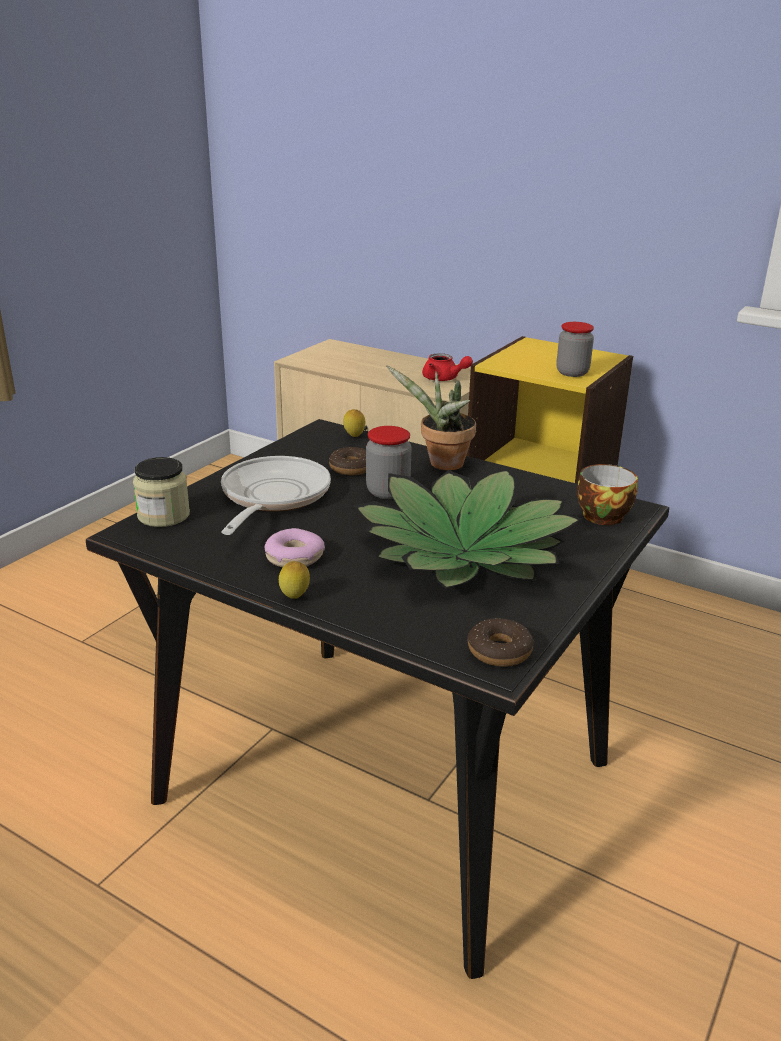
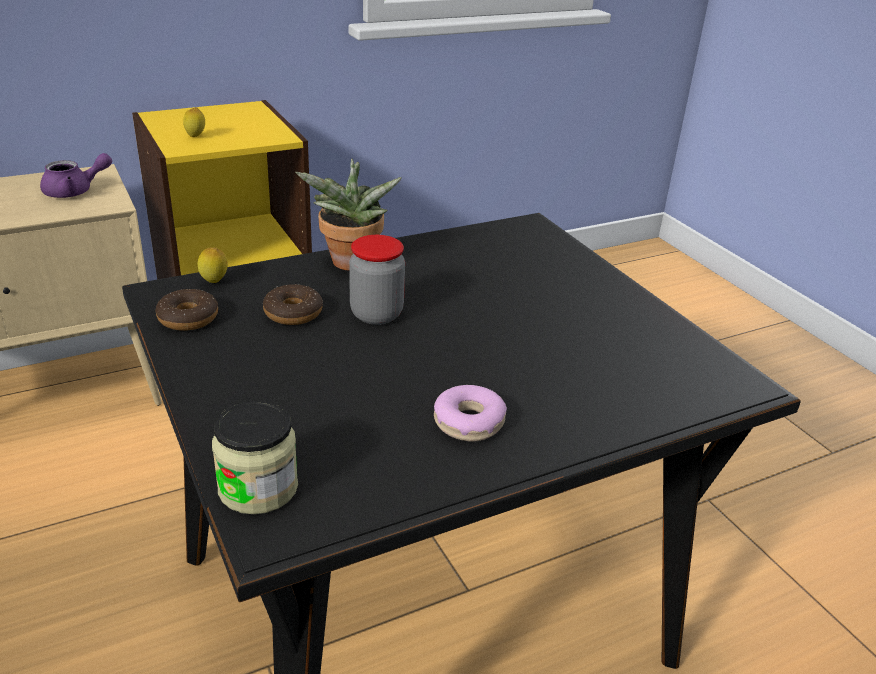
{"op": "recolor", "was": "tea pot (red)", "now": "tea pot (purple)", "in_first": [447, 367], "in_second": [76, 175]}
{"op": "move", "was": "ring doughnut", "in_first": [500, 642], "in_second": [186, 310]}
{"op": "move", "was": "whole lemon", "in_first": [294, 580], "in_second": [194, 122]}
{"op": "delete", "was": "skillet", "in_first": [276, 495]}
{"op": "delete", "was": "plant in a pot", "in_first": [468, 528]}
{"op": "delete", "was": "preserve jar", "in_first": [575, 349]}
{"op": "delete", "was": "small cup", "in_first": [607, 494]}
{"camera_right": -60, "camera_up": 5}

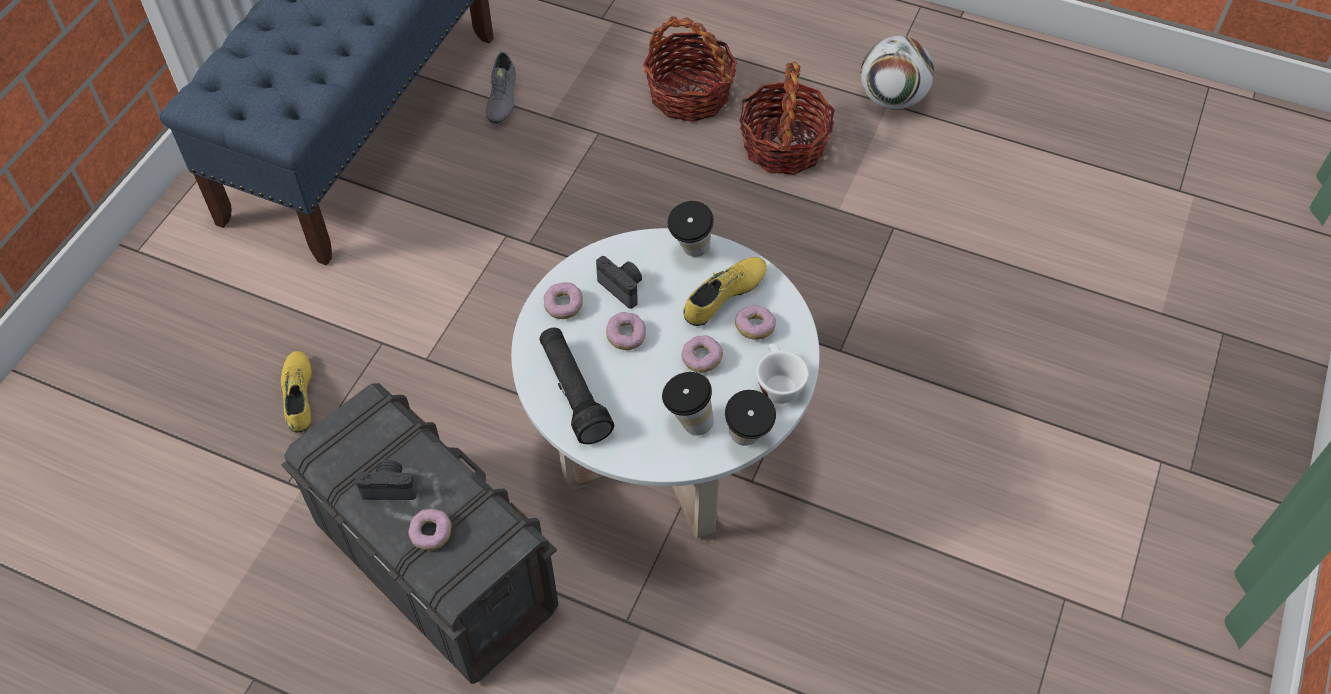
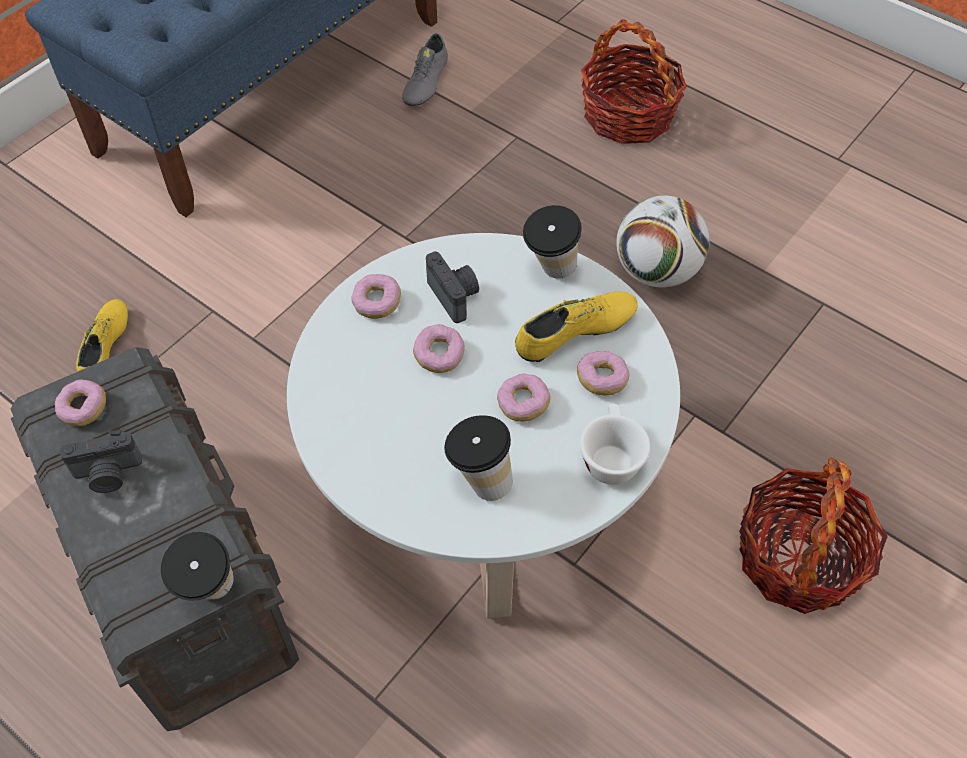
{"op": "move", "was": "ring doughnut", "in_first": [430, 529], "in_second": [80, 402]}
{"op": "rotate", "was": "photo camera", "in_first": [386, 480], "in_second": [101, 461], "clockwise": 150}
{"op": "move", "was": "small cup", "in_first": [750, 418], "in_second": [197, 566]}
{"op": "move", "was": "football ball", "in_first": [897, 73], "in_second": [662, 241]}
{"op": "move", "was": "household basket", "in_first": [787, 118], "in_second": [813, 535]}
{"op": "delete", "was": "flashlight (black)", "in_first": [576, 386]}
{"camera_right": 15, "camera_up": 0}

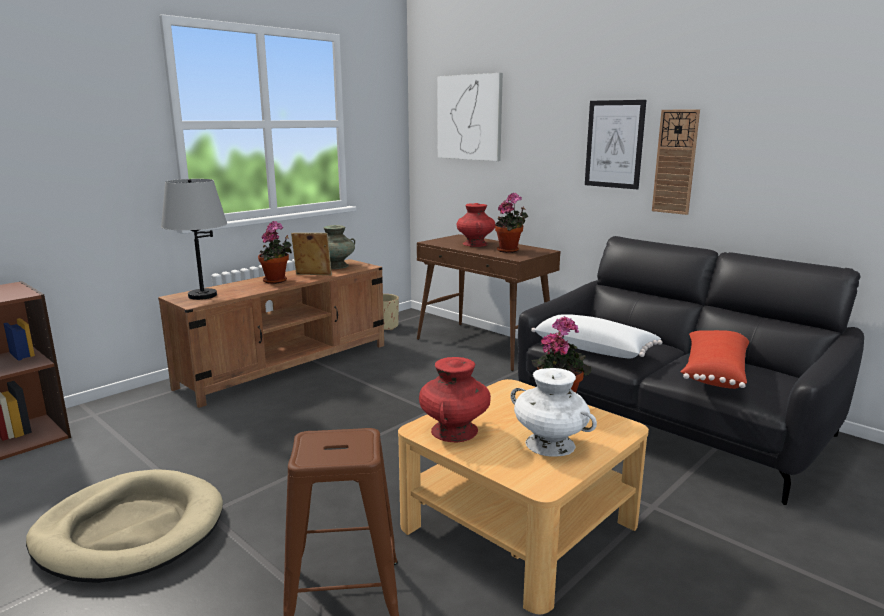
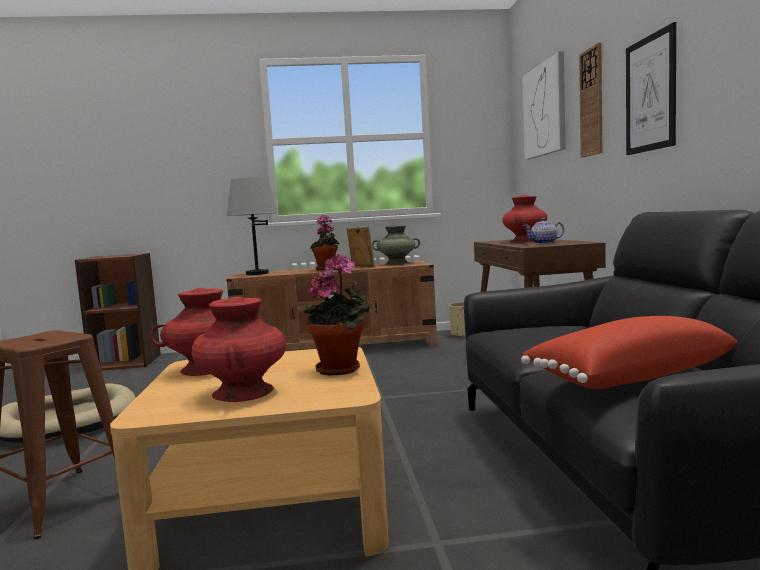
{"op": "recolor", "was": "flower vase (white)", "now": "flower vase (red)", "in_first": [554, 412], "in_second": [239, 349]}
{"op": "replace", "was": "plant in a pot", "now": "tea pot", "in_first": [511, 223], "in_second": [543, 231]}
{"op": "move", "was": "wall clock", "in_first": [676, 162], "in_second": [590, 100]}
{"op": "delete", "was": "throw pillow (white)", "in_first": [597, 336]}
{"camera_right": 40, "camera_up": -10}

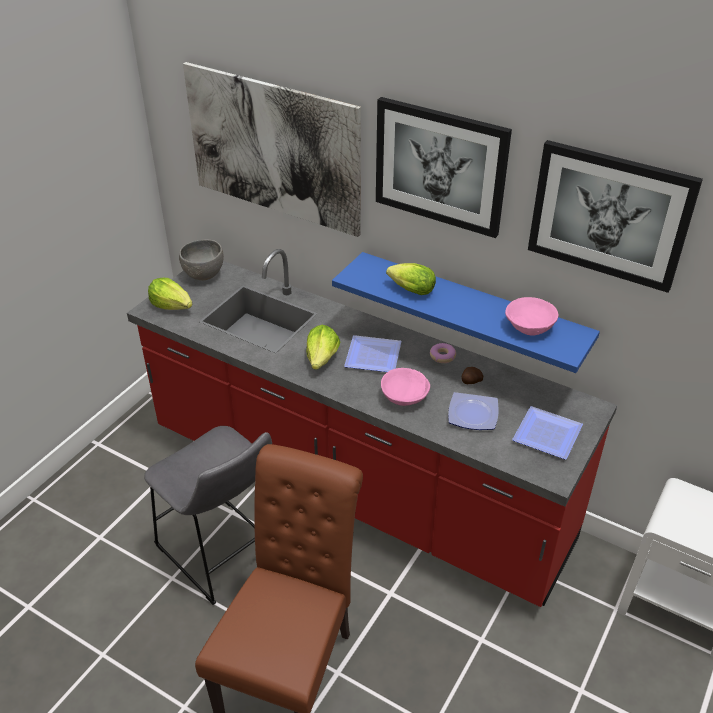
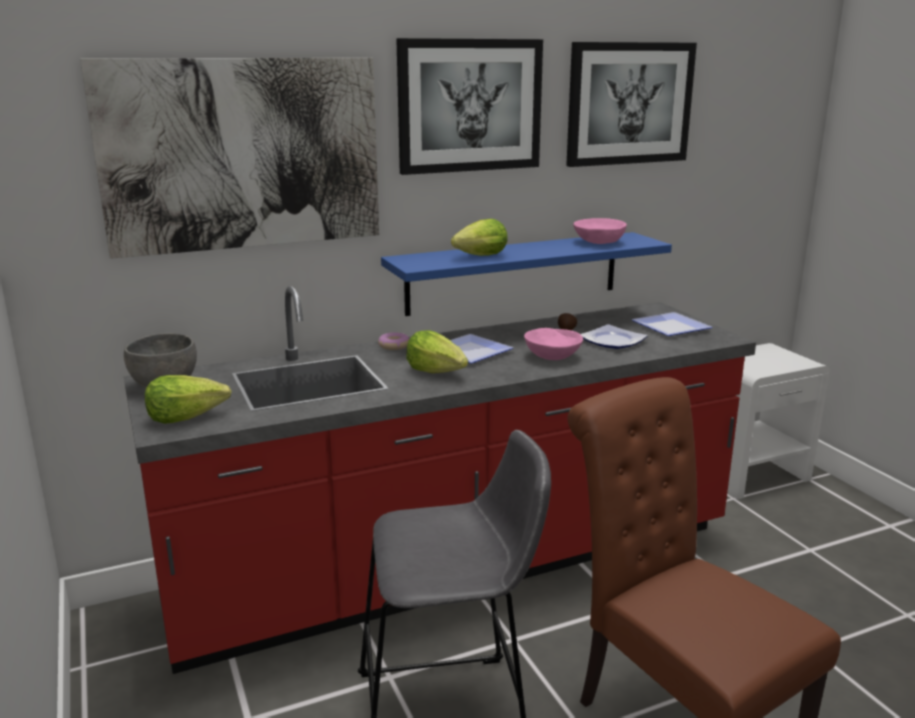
{"op": "move", "was": "ring doughnut", "in_first": [443, 353], "in_second": [393, 341]}
{"camera_right": -55, "camera_up": -20}

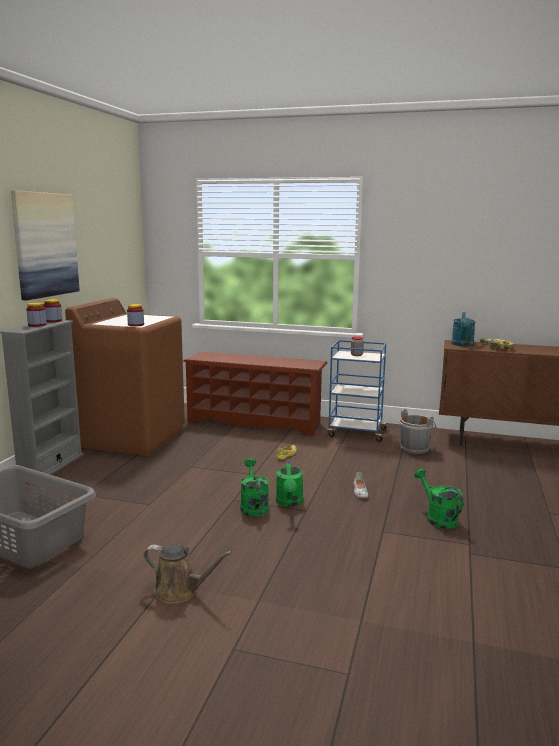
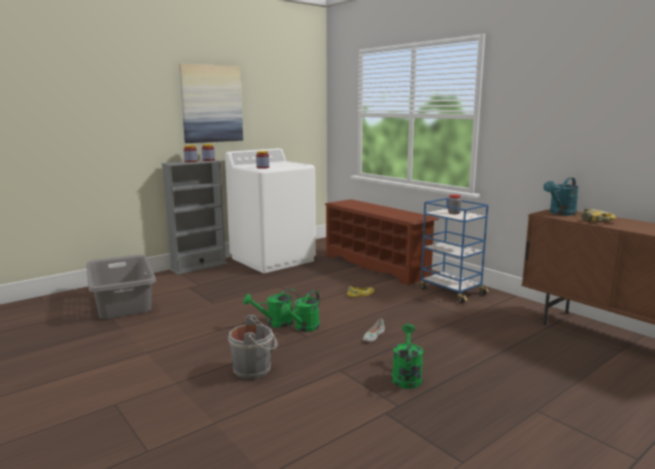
{"op": "recolor", "was": "laundry appliance (brownish)", "now": "laundry appliance (white)", "in_first": [125, 377], "in_second": [270, 210]}
{"op": "move", "was": "pail (gray)", "in_first": [417, 431], "in_second": [253, 347]}
{"op": "rotate", "was": "watering can (green-coloured)", "in_first": [254, 487], "in_second": [271, 308], "clockwise": -135}
{"op": "delete", "was": "watering can (brownish)", "in_first": [187, 574]}
{"camera_right": 35, "camera_up": 0}

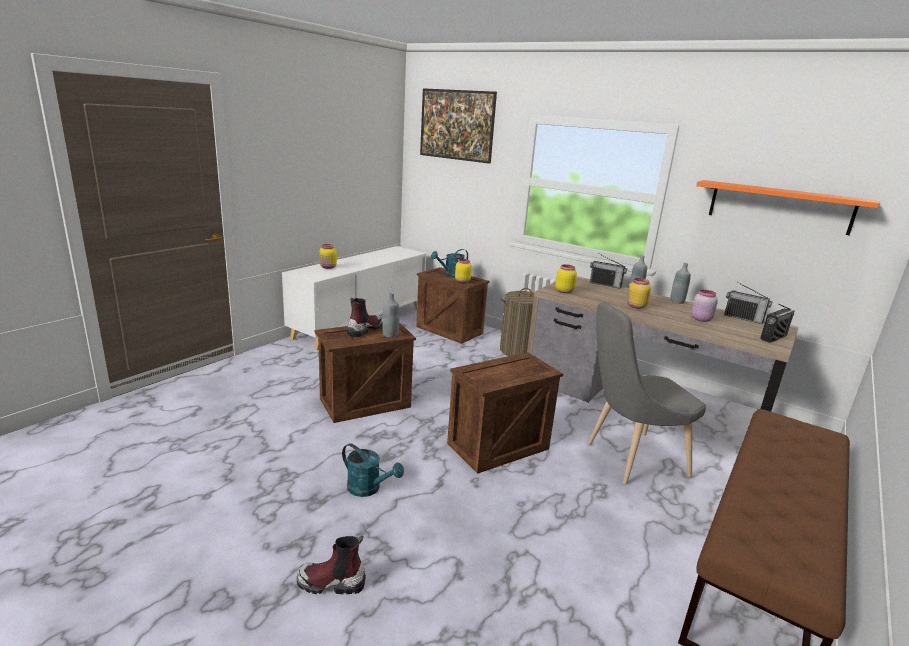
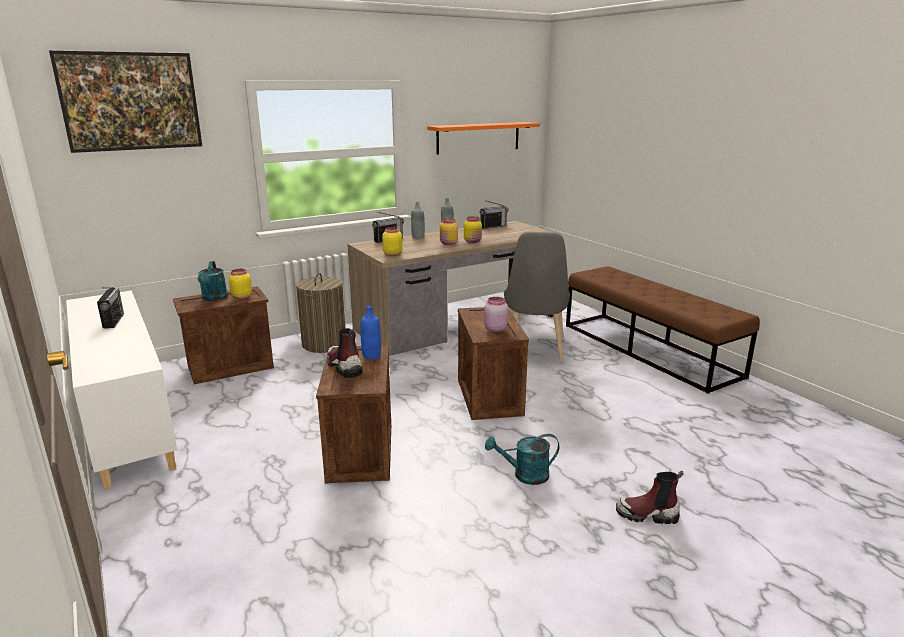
{"op": "move", "was": "radio set", "in_first": [777, 323], "in_second": [110, 308]}
{"op": "recolor", "was": "drink bottle (gray)", "now": "drink bottle (blue-coloured)", "in_first": [391, 315], "in_second": [370, 332]}
{"op": "move", "was": "preserve jar (yellow-coloured)", "in_first": [328, 256], "in_second": [473, 229]}
{"op": "move", "was": "preserve jar (pinkish)", "in_first": [704, 306], "in_second": [496, 314]}
{"op": "rotate", "was": "watering can (turquoise)", "in_first": [373, 470], "in_second": [522, 459], "clockwise": -150}
{"op": "rotate", "was": "high-top boot", "in_first": [331, 565], "in_second": [649, 497], "clockwise": 75}
{"camera_right": -65, "camera_up": 0}

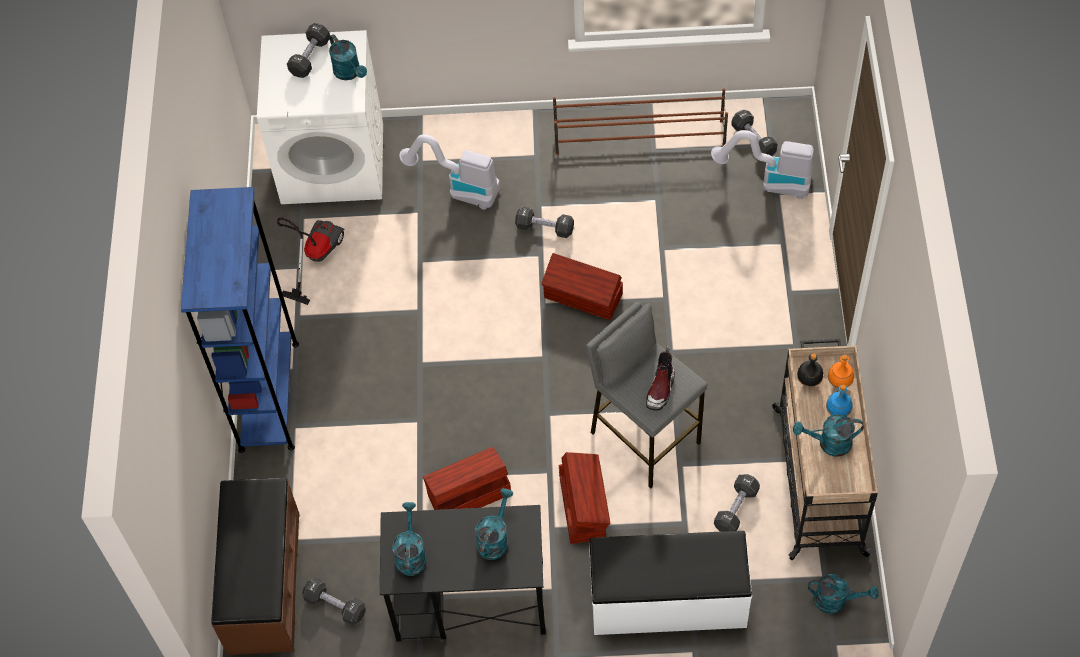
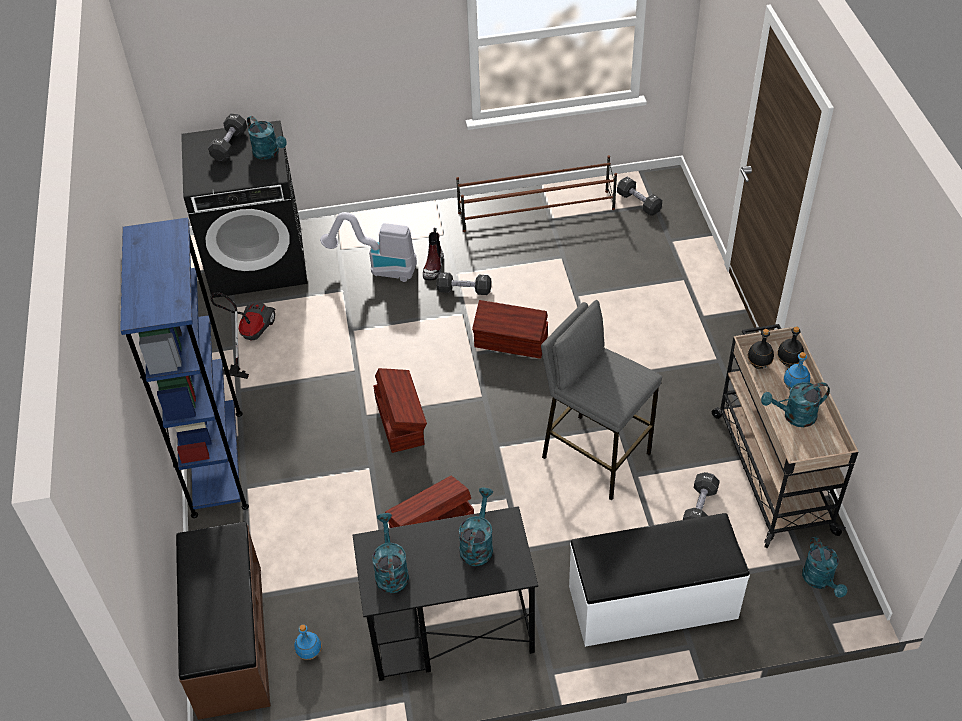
{"op": "recolor", "was": "laundry appliance (white)", "now": "laundry appliance (black)", "in_first": [320, 117], "in_second": [244, 209]}
{"op": "replace", "was": "hand weight (black)", "now": "drink bottle (blue-coloured)", "in_first": [334, 601], "in_second": [308, 642]}
{"op": "move", "was": "storage box (brownish)", "in_first": [584, 498], "in_second": [400, 410]}
{"op": "move", "was": "high-top boot", "in_first": [660, 378], "in_second": [433, 254]}
{"op": "recolor", "was": "drink bottle (orangey)", "now": "drink bottle (black)", "in_first": [841, 371], "in_second": [790, 346]}
{"op": "rotate", "was": "watering can (turquoise)", "in_first": [843, 594], "in_second": [824, 566], "clockwise": 75}
{"op": "delete", "was": "vacuum", "in_first": [762, 164]}
{"camera_right": -10, "camera_up": -10}

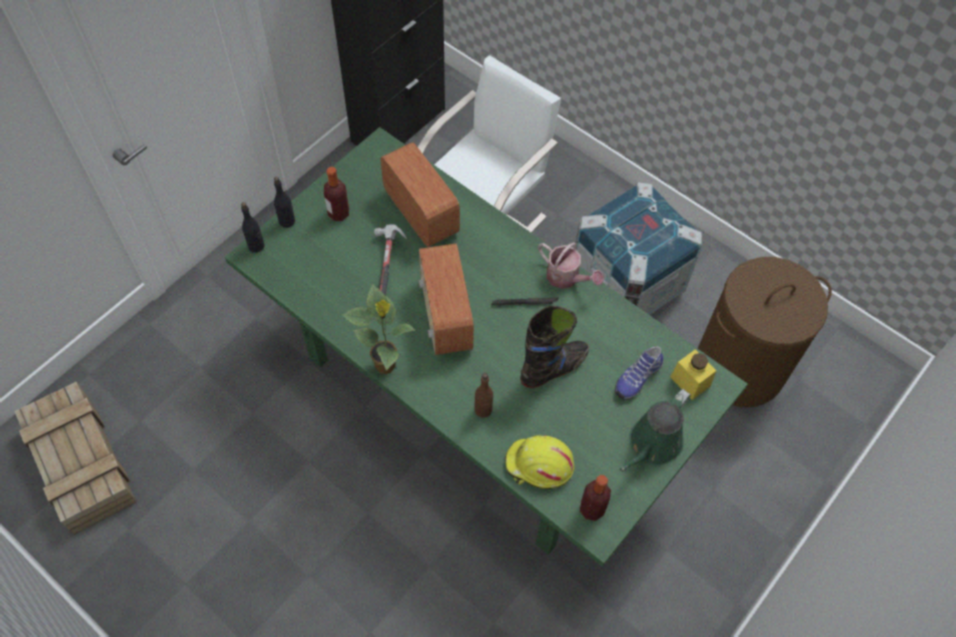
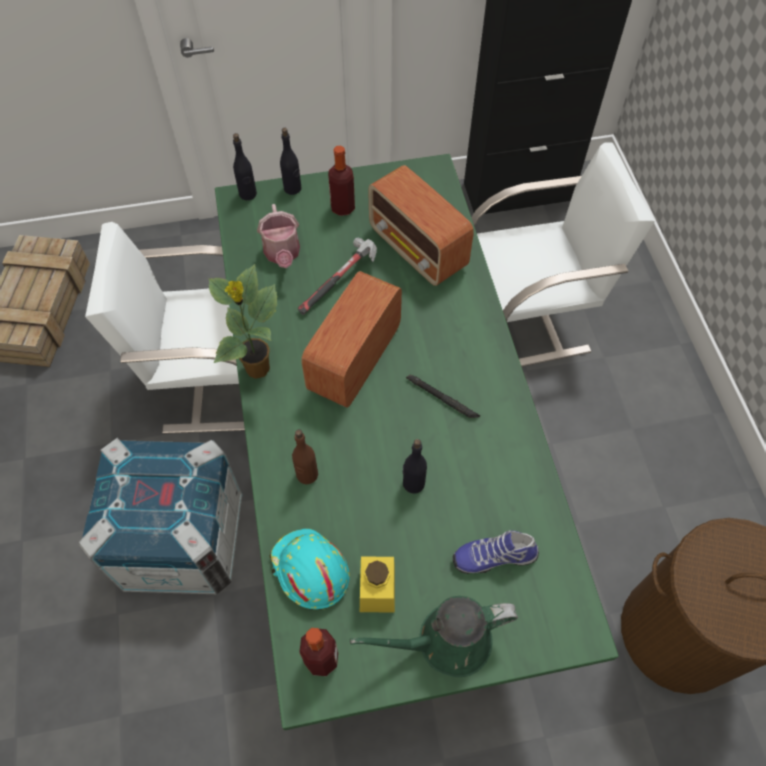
{"op": "move", "was": "packing crate", "in_first": [638, 248], "in_second": [161, 516]}
{"op": "insert", "now": "chair (white)", "in_second": [165, 328]}
{"op": "move", "was": "watering can", "in_first": [571, 265], "in_second": [278, 236]}
{"op": "recolor", "was": "hard hat (yellow-coloured)", "now": "hard hat (turquoise)", "in_first": [539, 462], "in_second": [310, 569]}
{"op": "move", "was": "preserve jar (yellow-coloured)", "in_first": [693, 374], "in_second": [377, 584]}
{"op": "rotate", "was": "radio set", "in_first": [420, 194], "in_second": [421, 225], "clockwise": 135}
{"op": "replace", "was": "high-top boot (black)", "now": "drink bottle (black)", "in_first": [554, 347], "in_second": [415, 466]}
{"camera_right": 40, "camera_up": 0}

